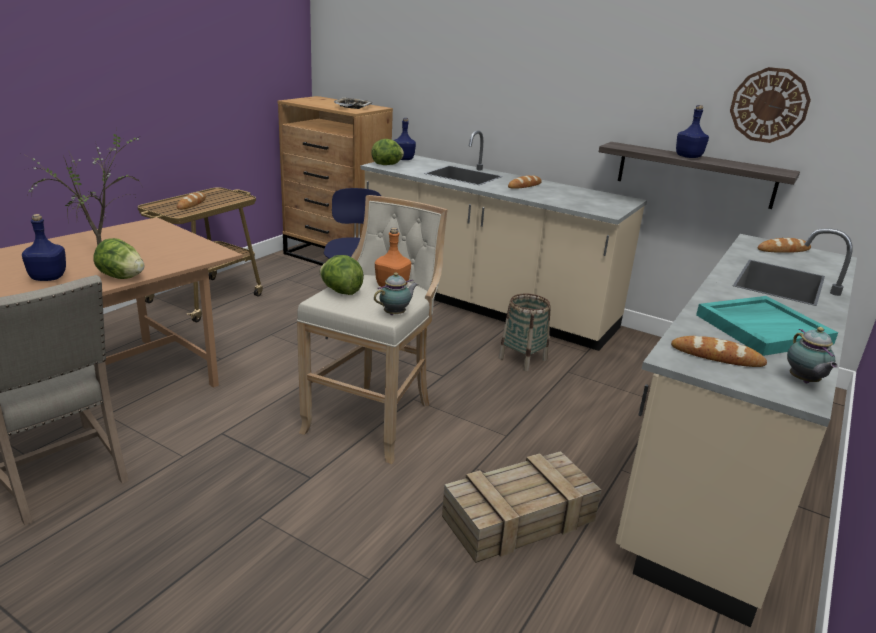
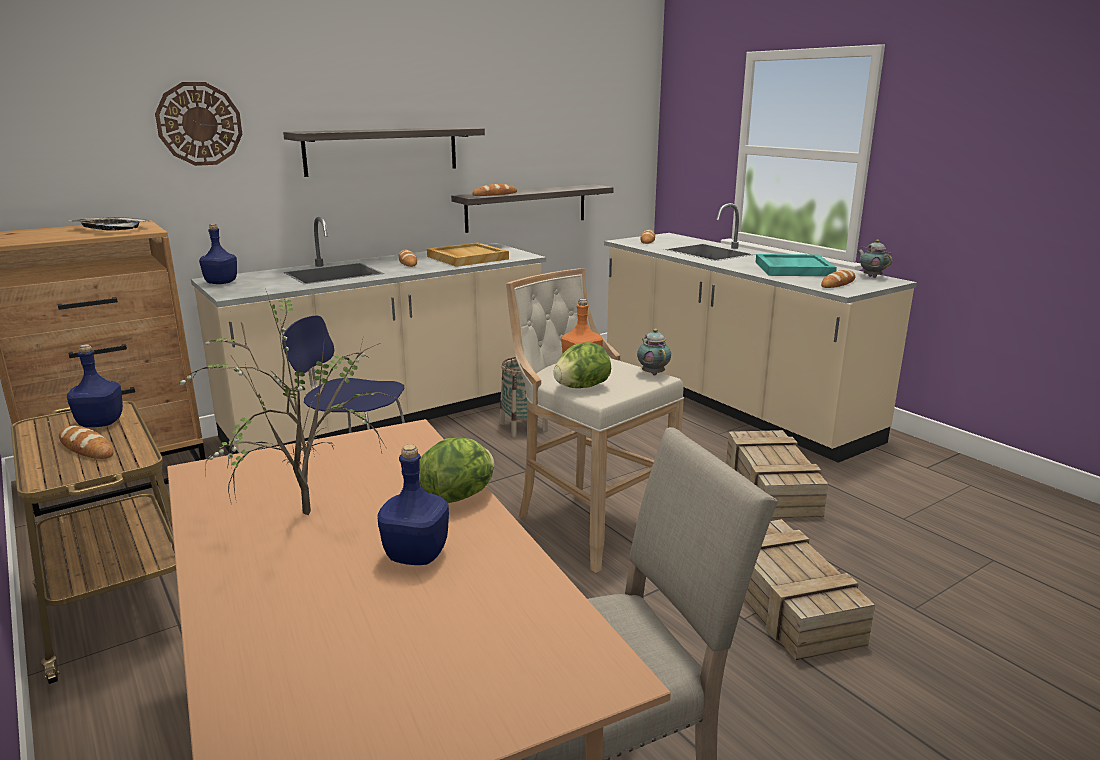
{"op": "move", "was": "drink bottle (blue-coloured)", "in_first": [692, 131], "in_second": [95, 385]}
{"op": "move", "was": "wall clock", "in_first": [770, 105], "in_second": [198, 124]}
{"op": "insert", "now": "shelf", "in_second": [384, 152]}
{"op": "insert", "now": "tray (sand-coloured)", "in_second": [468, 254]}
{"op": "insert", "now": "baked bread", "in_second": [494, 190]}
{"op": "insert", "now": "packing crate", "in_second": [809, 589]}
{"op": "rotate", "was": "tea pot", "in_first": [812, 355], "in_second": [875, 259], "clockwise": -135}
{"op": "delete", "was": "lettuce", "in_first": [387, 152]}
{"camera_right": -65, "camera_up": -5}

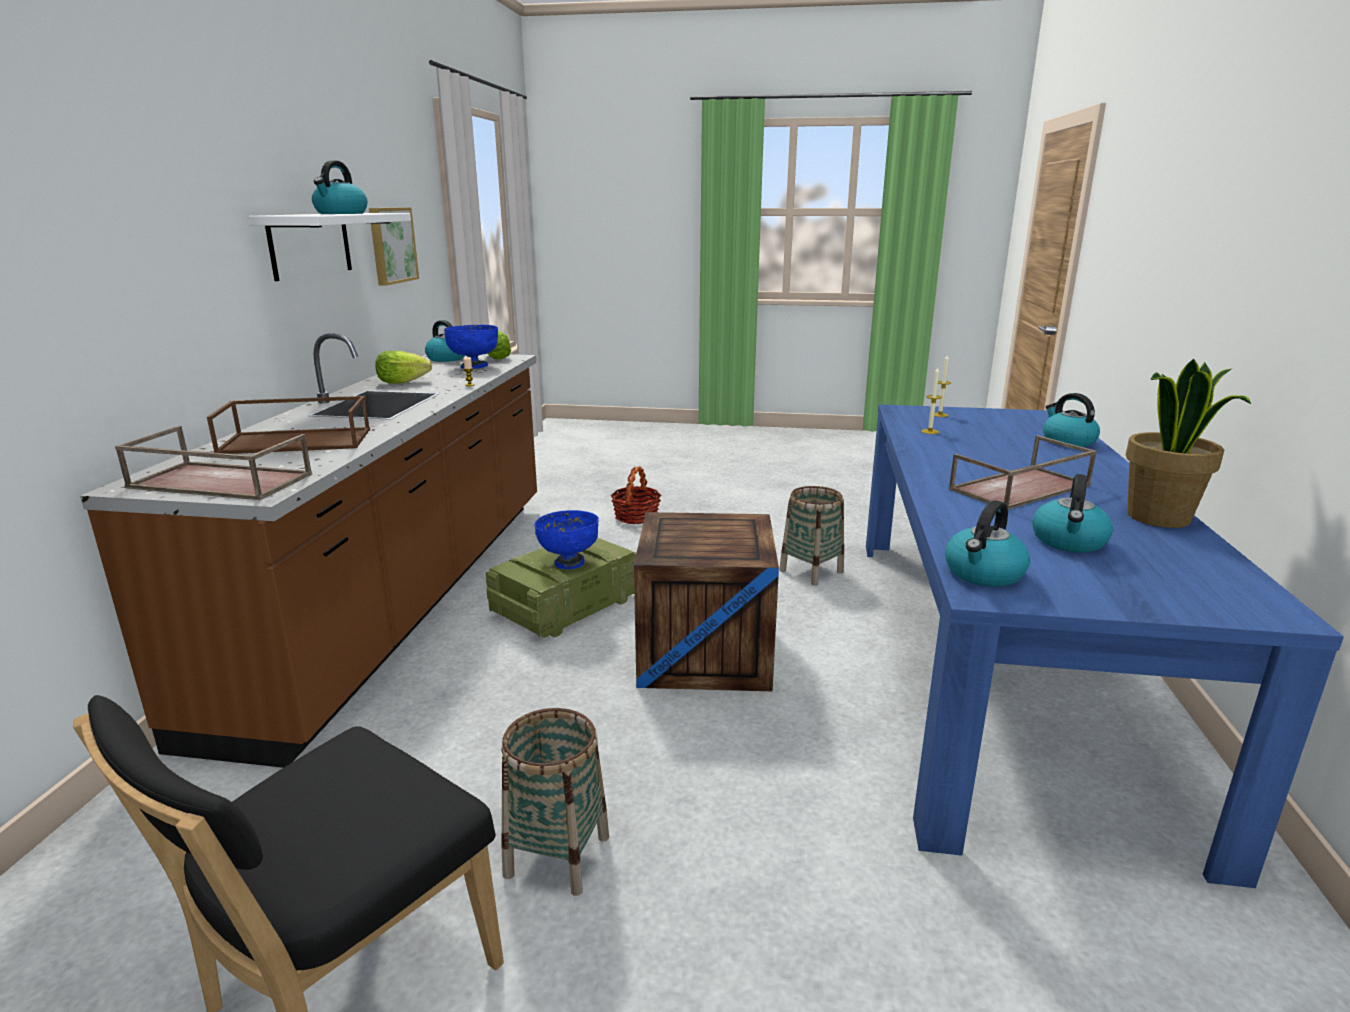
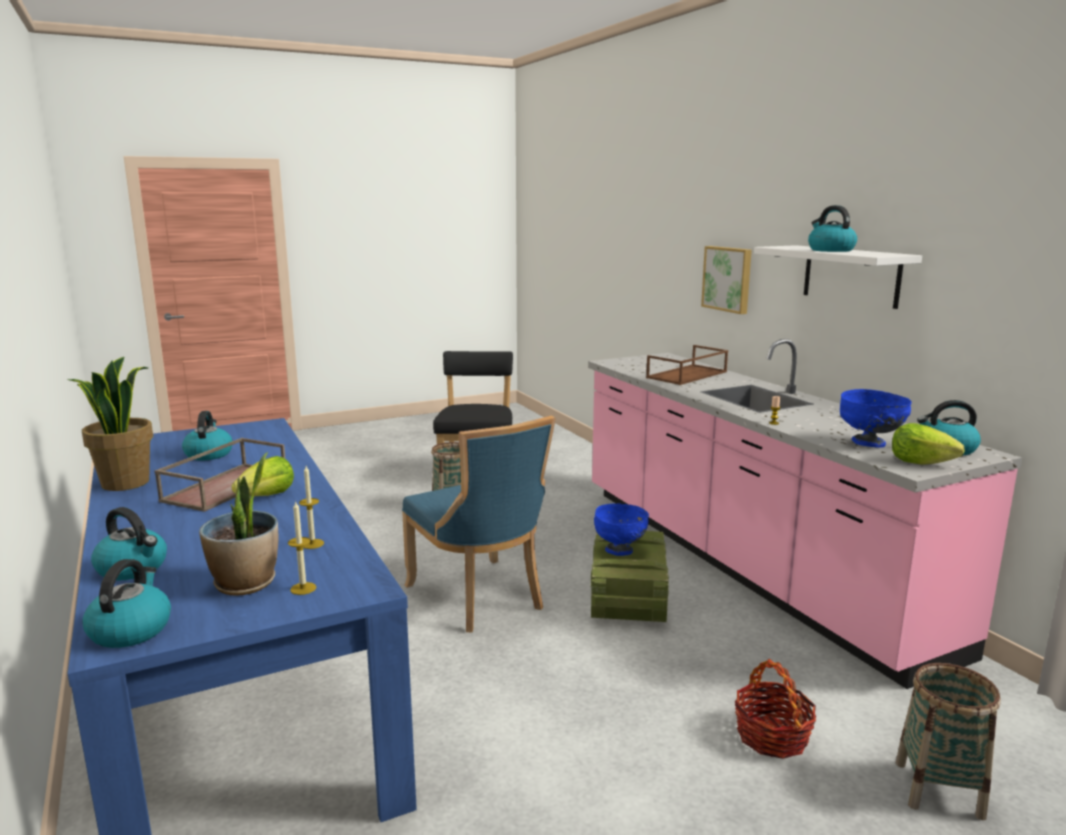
{"op": "move", "was": "tea kettle", "in_first": [987, 543], "in_second": [126, 603]}
{"op": "insert", "now": "plant in a pot", "in_second": [239, 524]}
{"op": "move", "was": "lettuce", "in_first": [403, 367], "in_second": [262, 476]}
{"op": "replace", "was": "packing crate", "now": "chair (blue-coloured)", "in_first": [706, 601], "in_second": [478, 524]}
{"op": "recolor", "was": "counter (brownish)", "now": "counter (pinkish)", "in_first": [308, 550], "in_second": [805, 514]}
{"op": "move", "was": "wall art", "in_first": [394, 246], "in_second": [726, 280]}
{"op": "move", "was": "household basket", "in_first": [811, 536], "in_second": [948, 741]}
{"op": "delete", "was": "tray (brownish)", "in_first": [213, 463]}
{"camera_right": 145, "camera_up": -5}

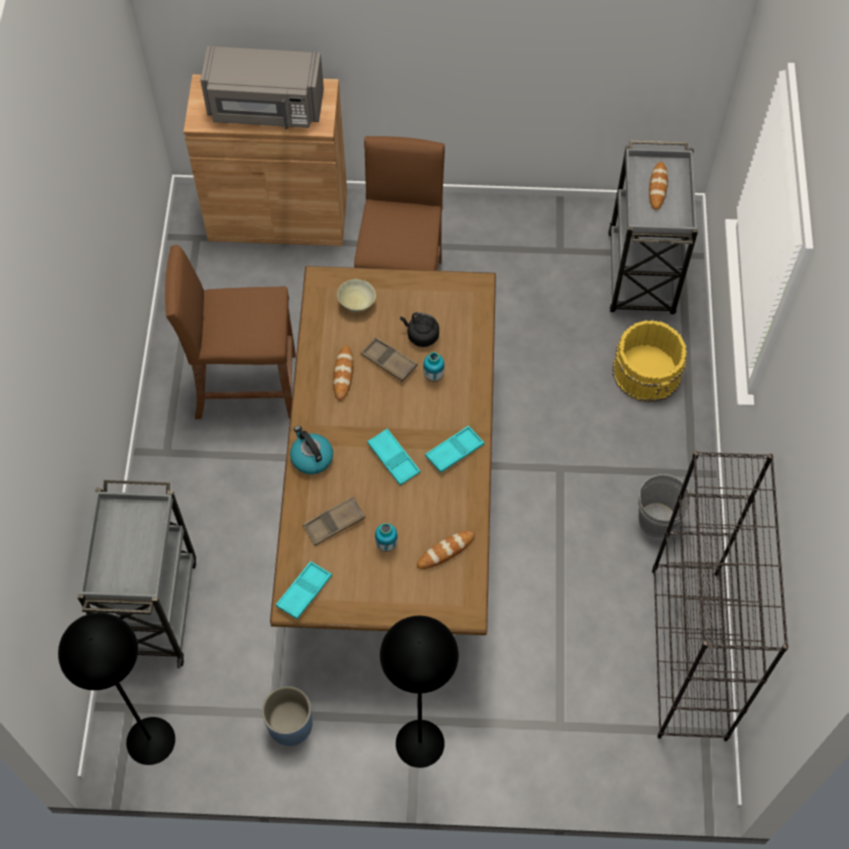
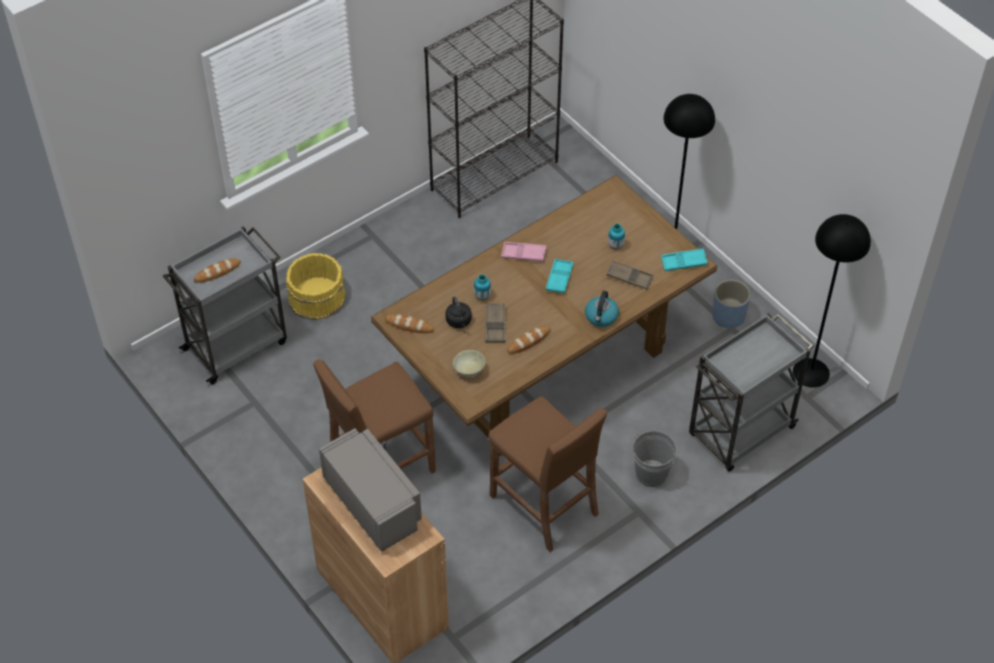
{"op": "move", "was": "baked bread", "in_first": [446, 550], "in_second": [409, 323]}
{"op": "recolor", "was": "tray (turquoise)", "now": "tray (pinkish)", "in_first": [454, 449], "in_second": [524, 252]}
{"op": "move", "was": "pail (gray)", "in_first": [664, 506], "in_second": [654, 459]}
{"camera_right": -130, "camera_up": -10}

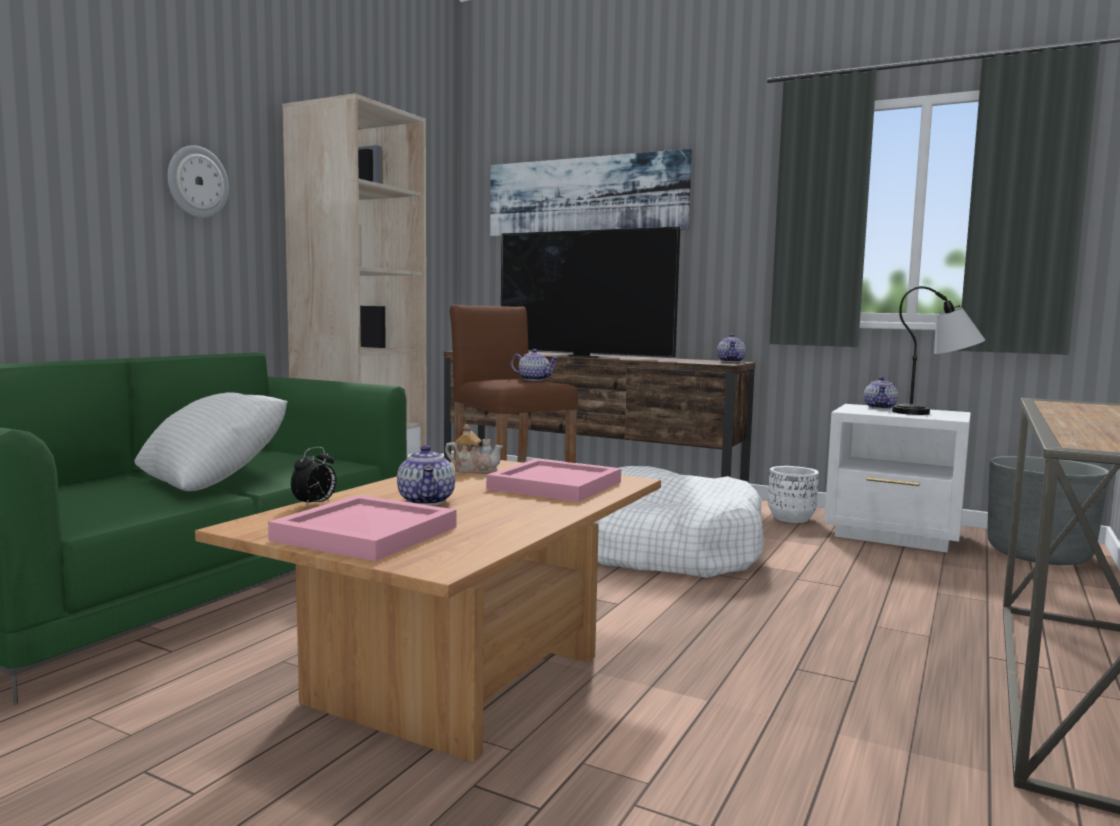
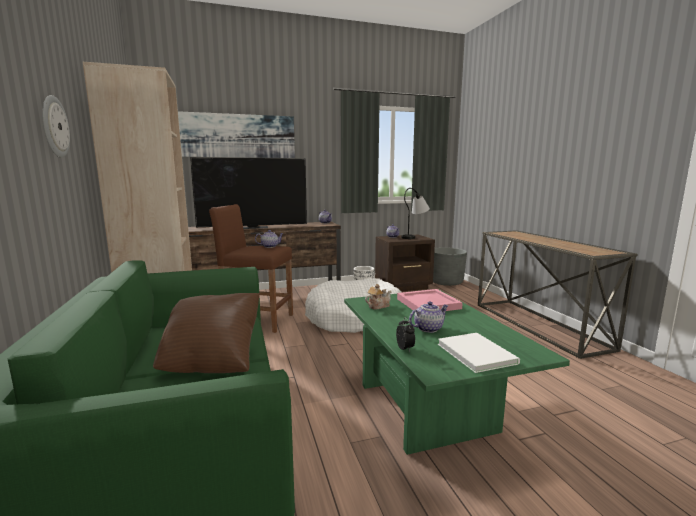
{"op": "recolor", "was": "throw pillow (white)", "now": "throw pillow (brownish)", "in_first": [211, 441], "in_second": [206, 333]}
{"op": "recolor", "was": "low table (brownish)", "now": "low table (green-coloured)", "in_first": [428, 611], "in_second": [457, 372]}
{"op": "recolor", "was": "bedside table (white)", "now": "bedside table (brownish)", "in_first": [897, 478], "in_second": [405, 263]}
{"op": "rotate", "was": "tea pot", "in_first": [426, 475], "in_second": [429, 317], "clockwise": -60}
{"op": "replace", "was": "tray (pinkish)", "now": "volume (white)", "in_first": [362, 528], "in_second": [479, 353]}
{"camera_right": -45, "camera_up": 5}

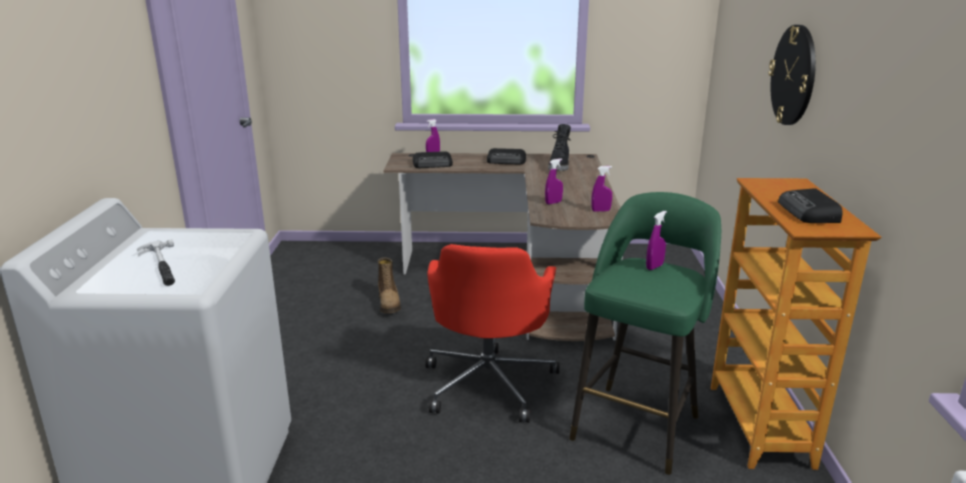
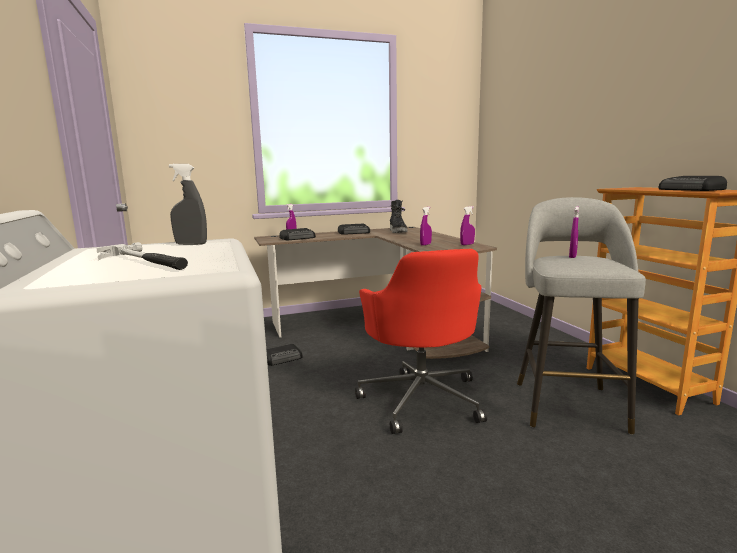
{"op": "insert", "now": "sprayer (gray)", "in_second": [188, 204]}
{"op": "replace", "was": "high-top boot", "now": "radio set", "in_first": [389, 285], "in_second": [284, 355]}
{"op": "recolor", "was": "stool (green-coloured)", "now": "stool (gray)", "in_first": [645, 333], "in_second": [581, 316]}
{"op": "delete", "was": "wall clock", "in_first": [792, 75]}
{"camera_right": -20, "camera_up": -10}

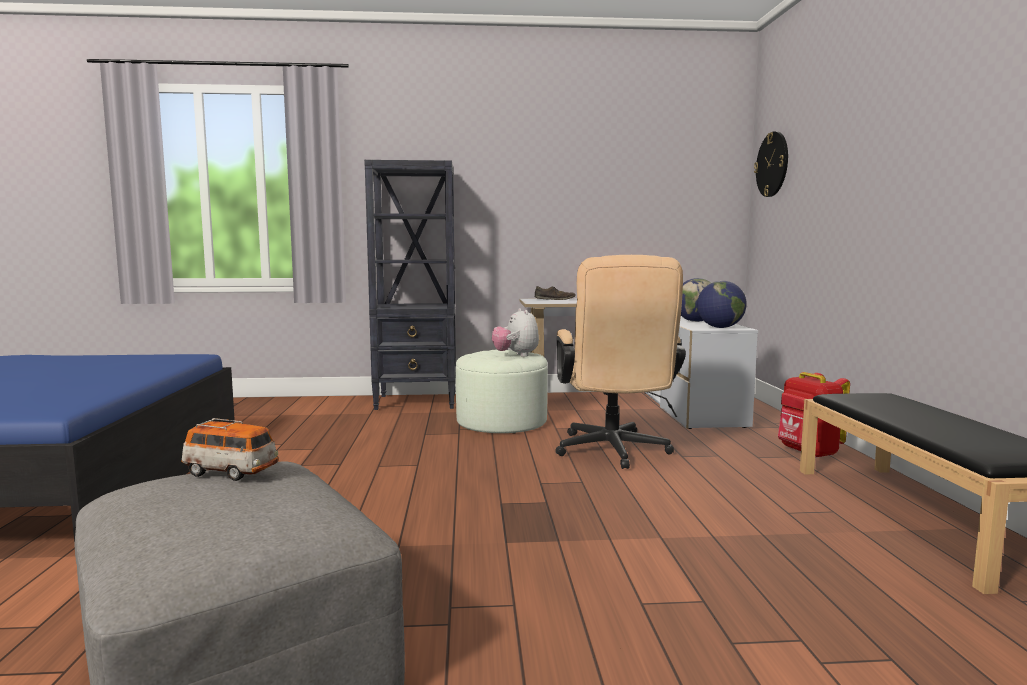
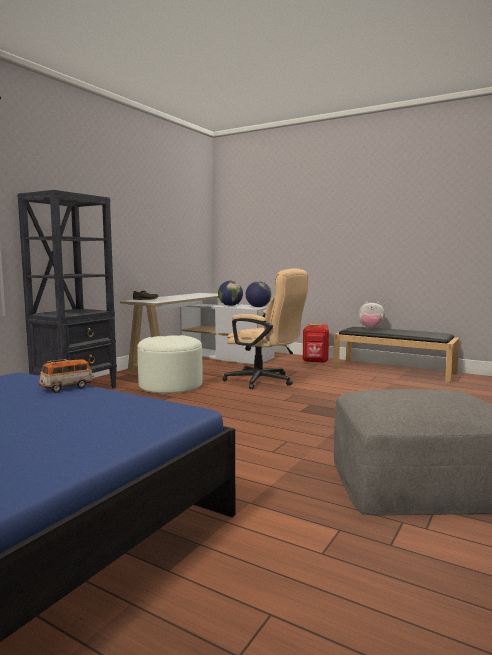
{"op": "move", "was": "model car", "in_first": [230, 449], "in_second": [66, 376]}
{"op": "move", "was": "soft toy", "in_first": [515, 332], "in_second": [371, 315]}
{"op": "delete", "was": "wall clock", "in_first": [771, 164]}
{"camera_right": -55, "camera_up": 0}

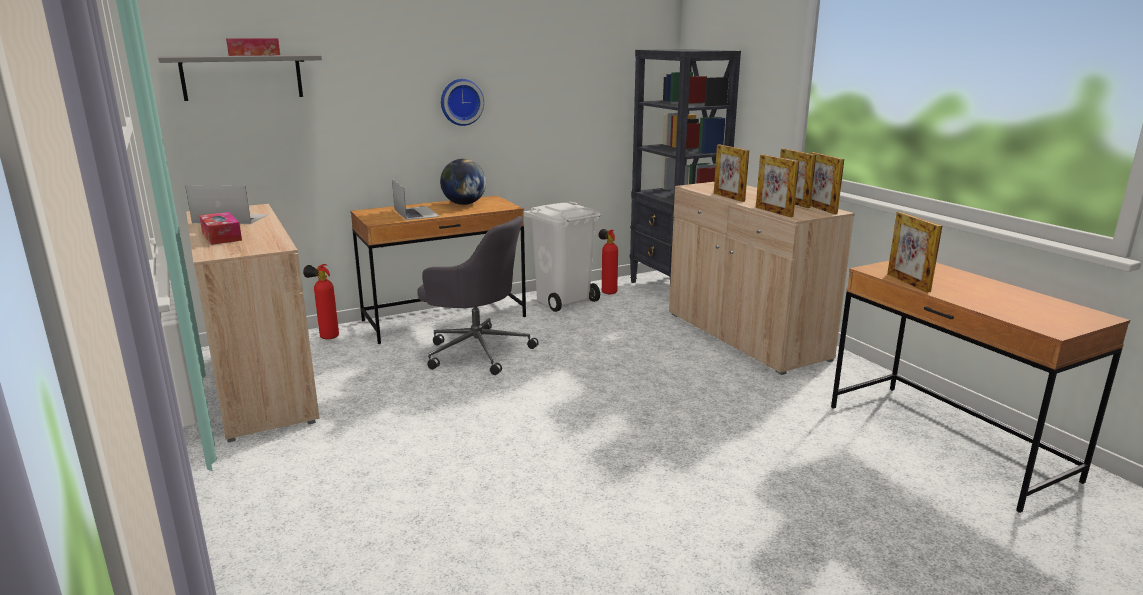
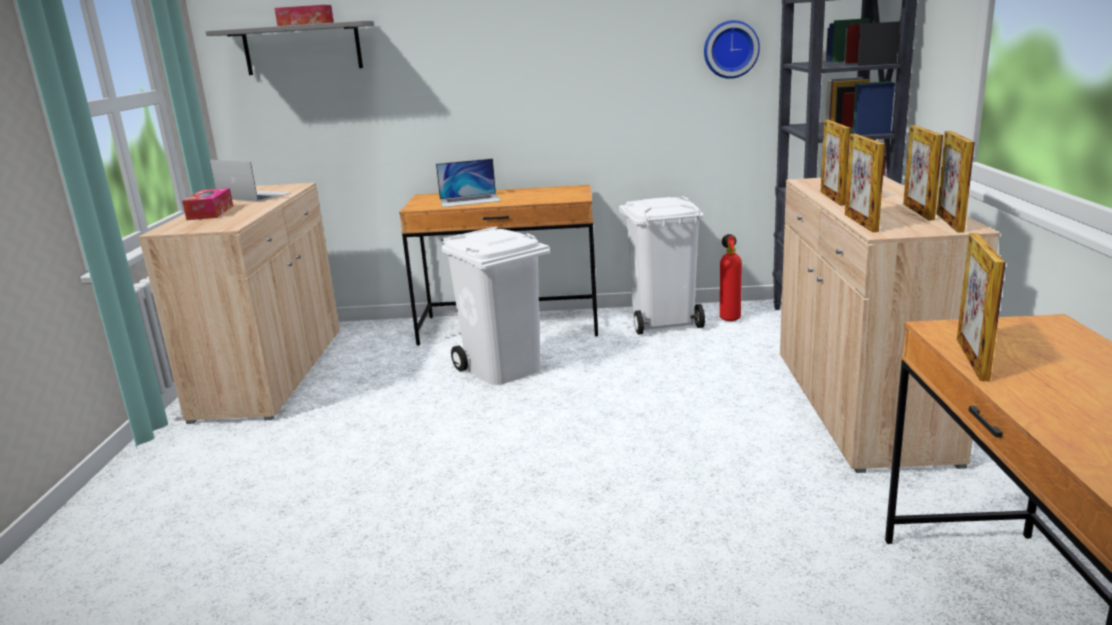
{"op": "rotate", "was": "portable computer", "in_first": [416, 199], "in_second": [468, 183], "clockwise": 75}
{"op": "replace", "was": "desk chair (gray)", "now": "waste bin (white)", "in_first": [478, 295], "in_second": [496, 306]}
{"op": "move", "was": "wall clock", "in_first": [462, 102], "in_second": [732, 49]}
{"op": "delete", "was": "fire-fighting cylinder", "in_first": [321, 301]}
{"op": "delete", "was": "world globe", "in_first": [463, 182]}
{"camera_right": 30, "camera_up": 0}

